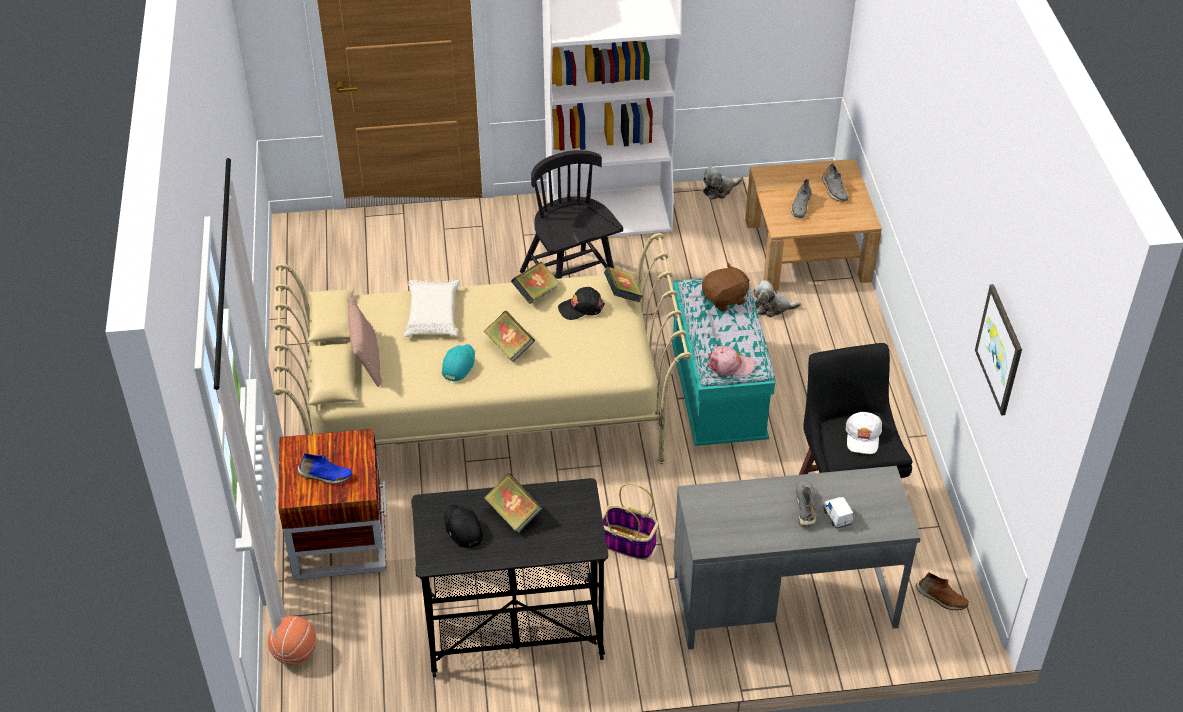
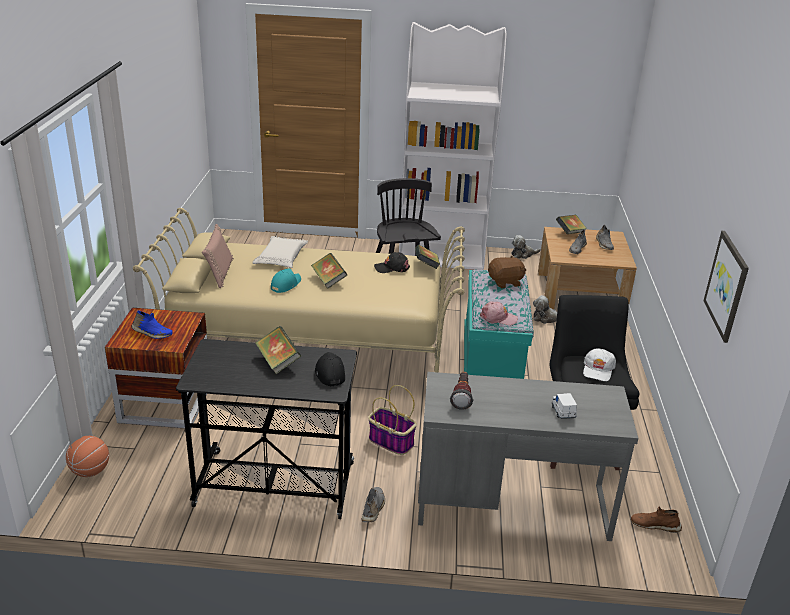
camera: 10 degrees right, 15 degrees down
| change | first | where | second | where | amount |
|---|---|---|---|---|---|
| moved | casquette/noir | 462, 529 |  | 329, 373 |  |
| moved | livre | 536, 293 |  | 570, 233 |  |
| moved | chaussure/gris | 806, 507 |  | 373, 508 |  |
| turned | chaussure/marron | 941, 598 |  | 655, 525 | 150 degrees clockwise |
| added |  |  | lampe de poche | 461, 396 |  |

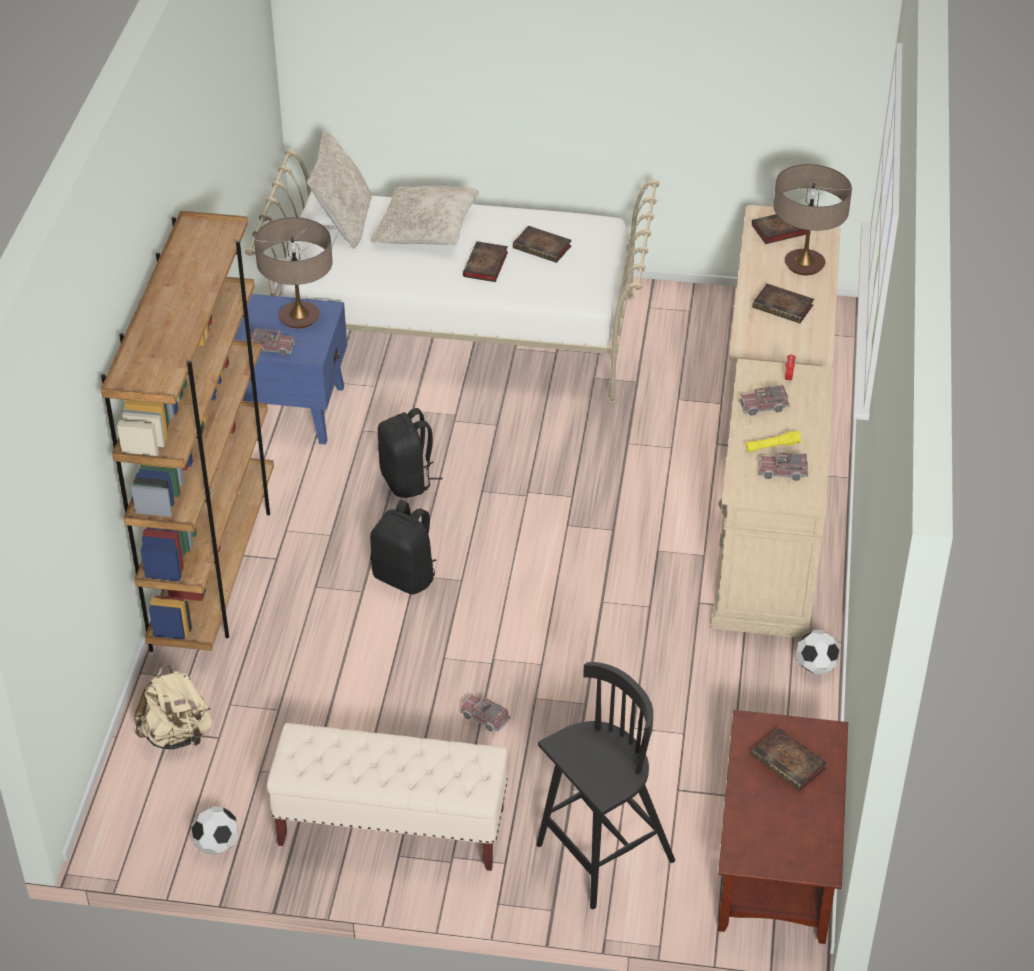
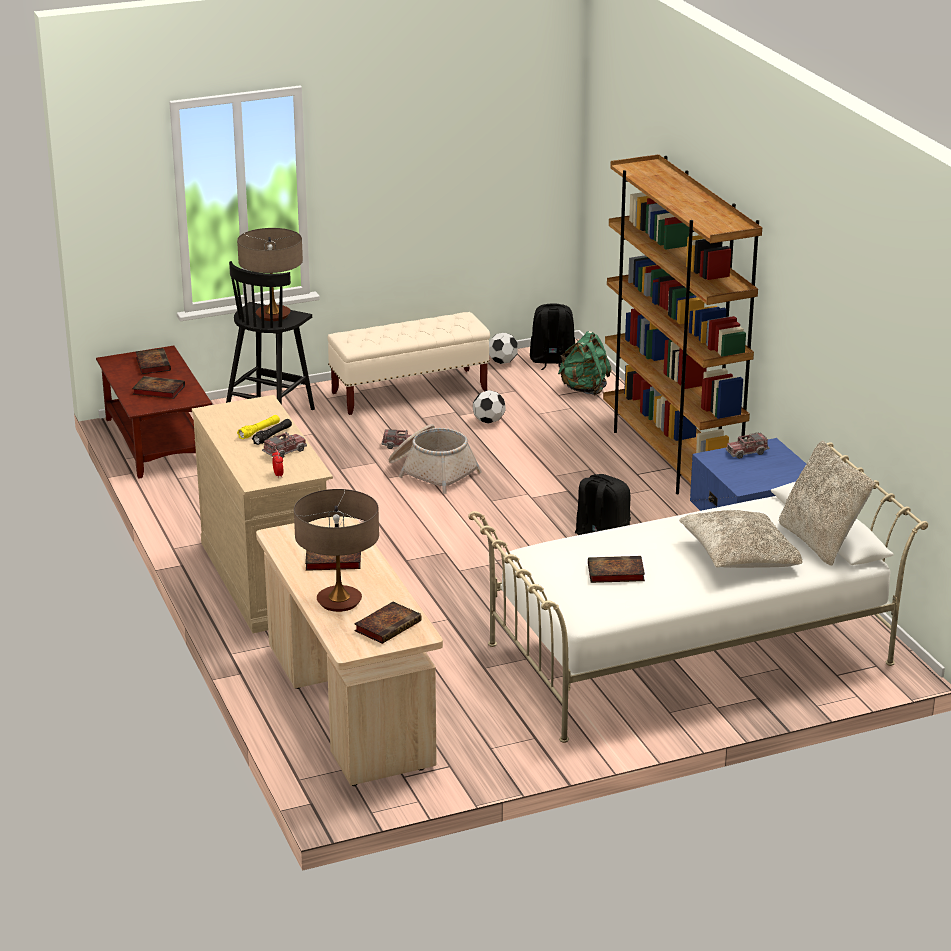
camera: 150 degrees right, 15 degrees down
| change | first | where | second | where | amount |
|---|---|---|---|---|---|
| recoloured | sac à dos/beige | 177, 735 | sac à dos/vert | 584, 389 |  |
| moved | lampe de table | 299, 317 |  | 273, 315 |  |
| moved | sac à dos/noir | 405, 577 |  | 552, 361 |  |
| moved | livre | 485, 265 |  | 152, 364 |  |
| removed | camion jouet | 783, 472 |  |  |  |
| moved | ballon de foot | 815, 666 |  | 489, 421 |  |
| added |  |  | lampe de poche/noir | 272, 436 |  |
| added |  |  | panier | 432, 471 |  |

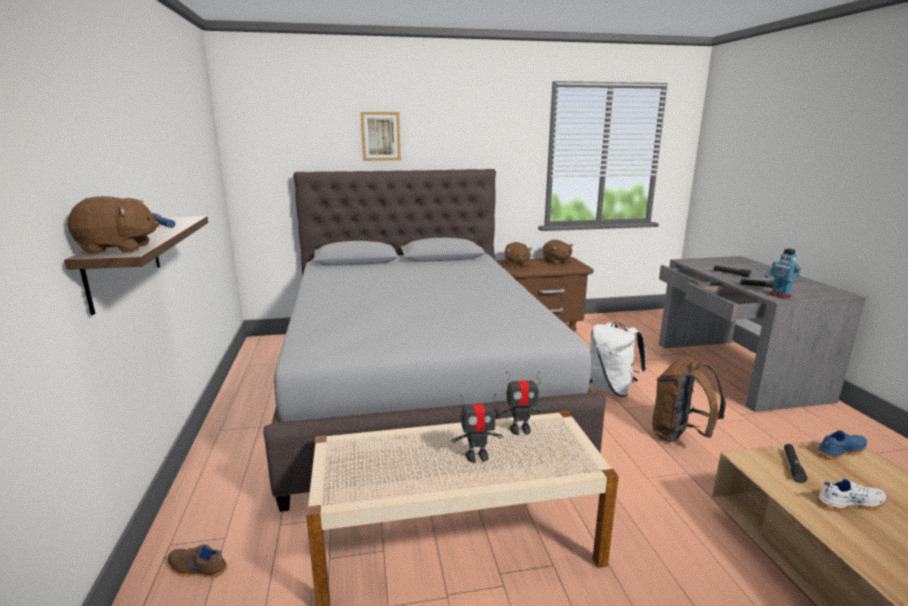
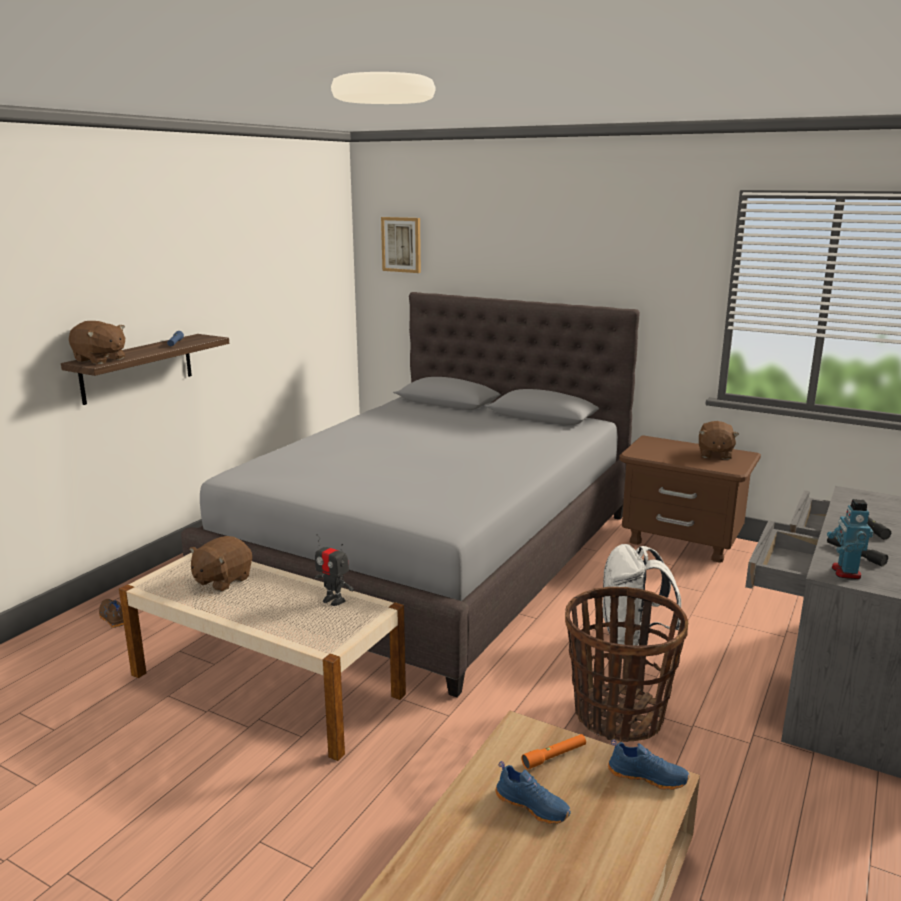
camera: 40 degrees right, 0 degrees up
| change | first | where | second | where | amount |
|---|---|---|---|---|---|
| moved | tableau | 380, 136 |  | 402, 244 |  |
| removed | robot jouet | 477, 456 |  |  |  |
| moved | peluche/marron | 516, 265 |  | 222, 580 |  |
| replaced | sac à dos/marron | 680, 436 | panier | 617, 715 |  |
| recoloured | lampe de poche/noir | 793, 466 | lampe de poche/orange | 554, 756 |  |
| recoloured | chaussure/blanc | 848, 503 | chaussure/bleu | 533, 805 |  |

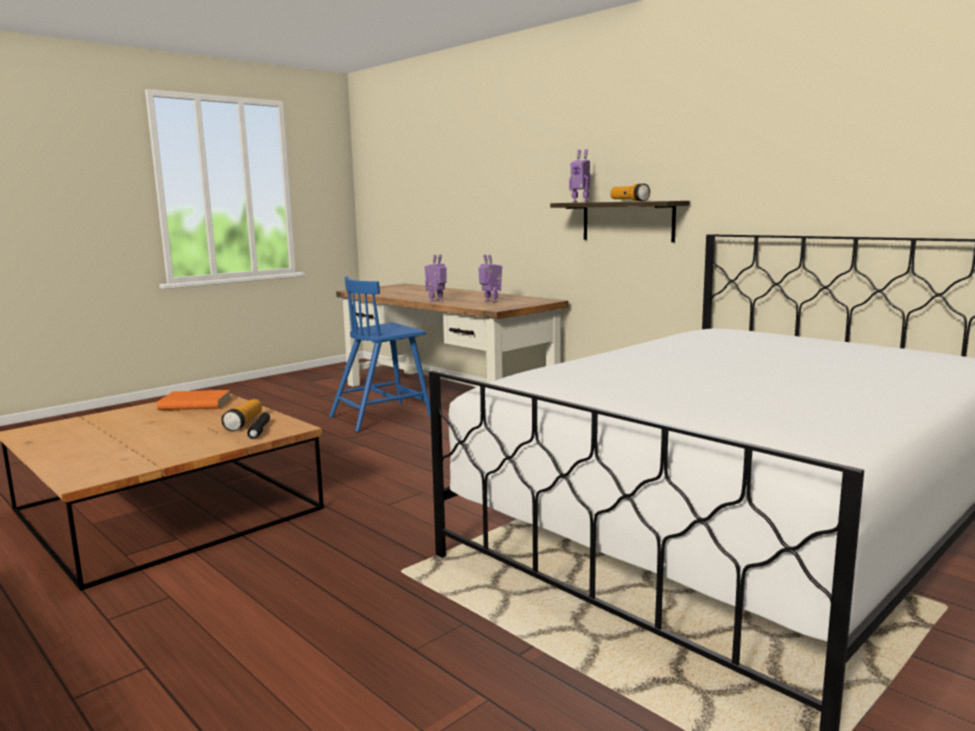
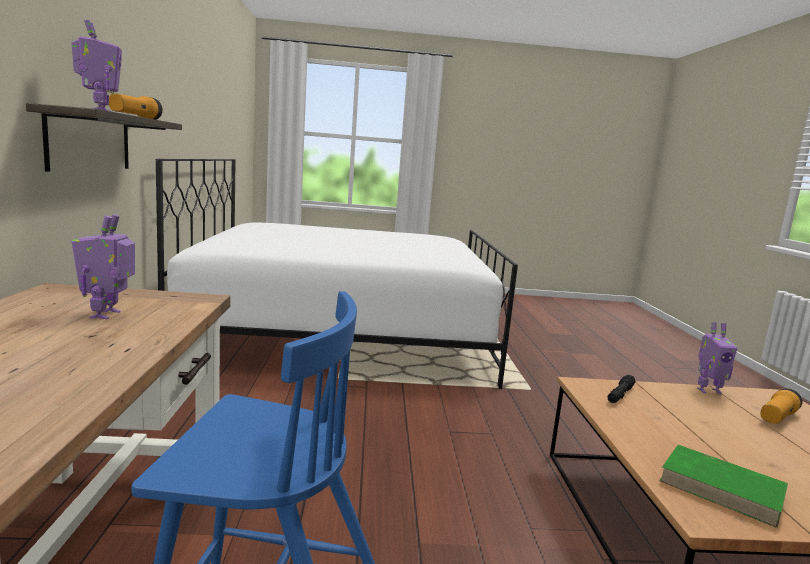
camera: 140 degrees left, 0 degrees up
| change | first | where | second | where | amount |
|---|---|---|---|---|---|
| recoloured | livre/orange | 194, 404 | livre/vert | 722, 488 |  |
| moved | lampe de poche | 244, 423 |  | 777, 417 |  |
| moved | robot jouet | 436, 301 |  | 708, 390 |  |

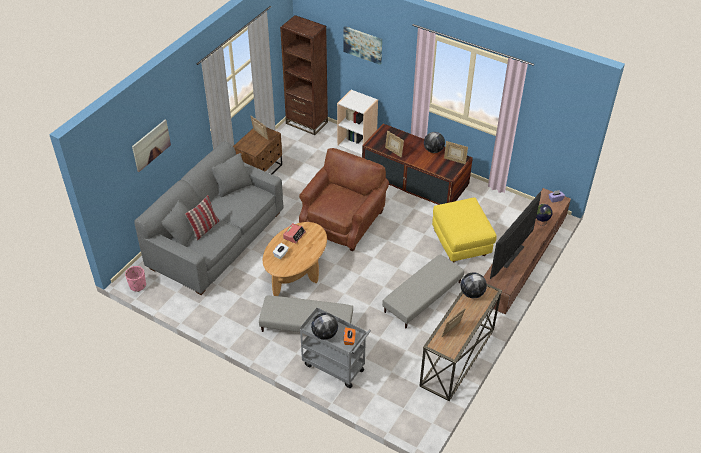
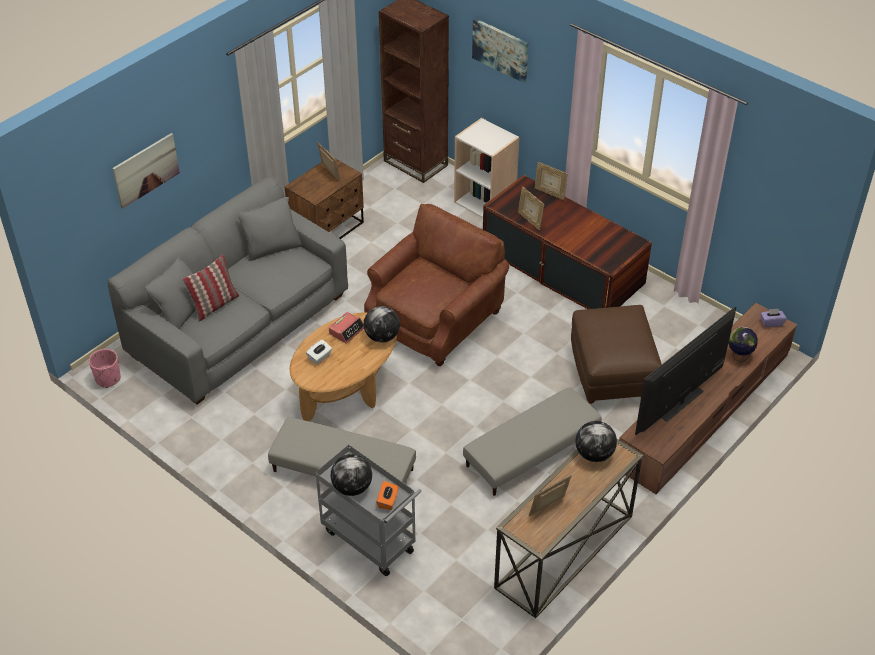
camera: 10 degrees right, 0 degrees up
| change | first | where | second | where | amount |
|---|---|---|---|---|---|
| moved | globe | 433, 150 |  | 382, 337 |  |
| recoloured | pouf/jaune | 461, 243 | pouf/marron | 612, 374 |  |
| moved | cadre photo | 454, 160 |  | 549, 193 |  |

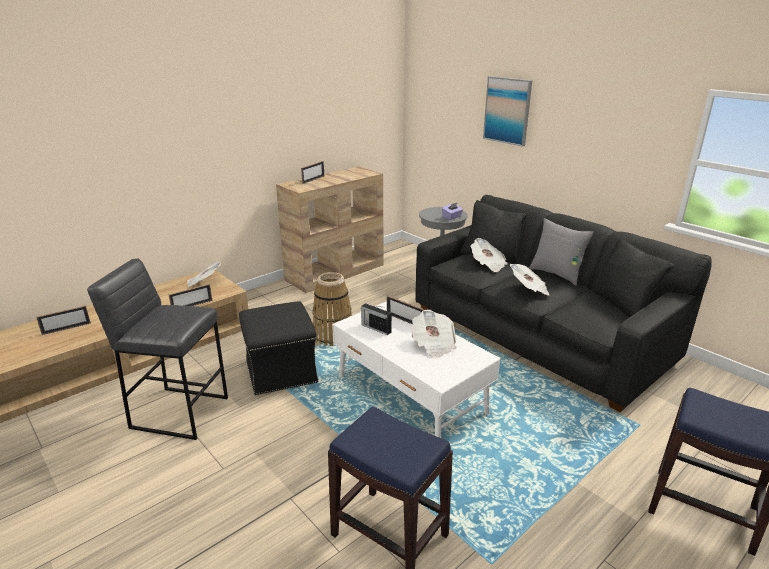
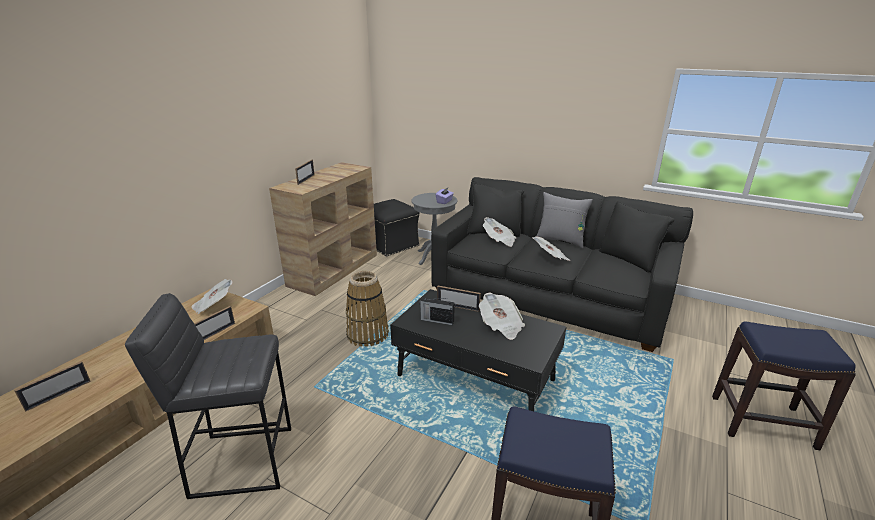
camera: 20 degrees left, 0 degrees up
| change | first | where | second | where | amount |
|---|---|---|---|---|---|
| moved | pouf/noir | 281, 371 |  | 391, 244 |  |
| recoloured | table basse/blanc | 411, 394 | table basse/noir | 476, 378 |  |
| removed | tableau | 507, 110 |  |  |  |

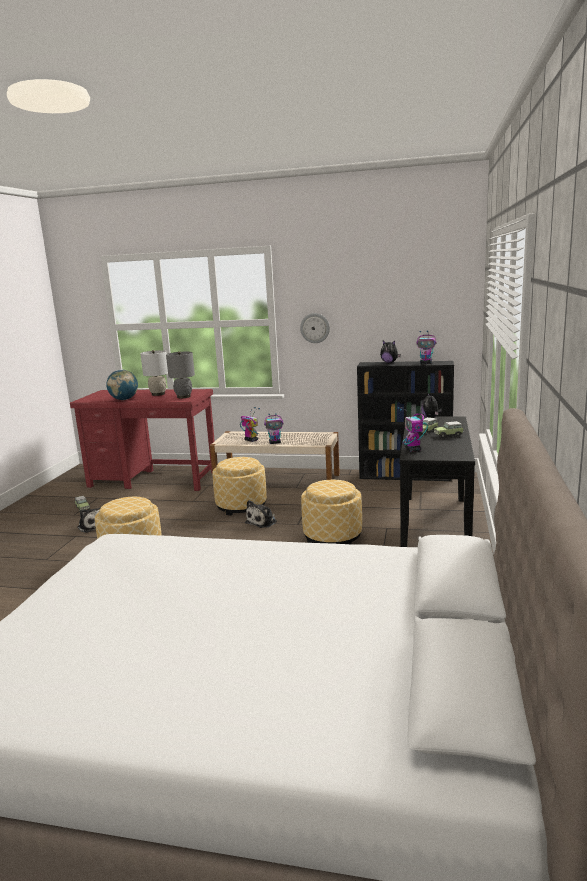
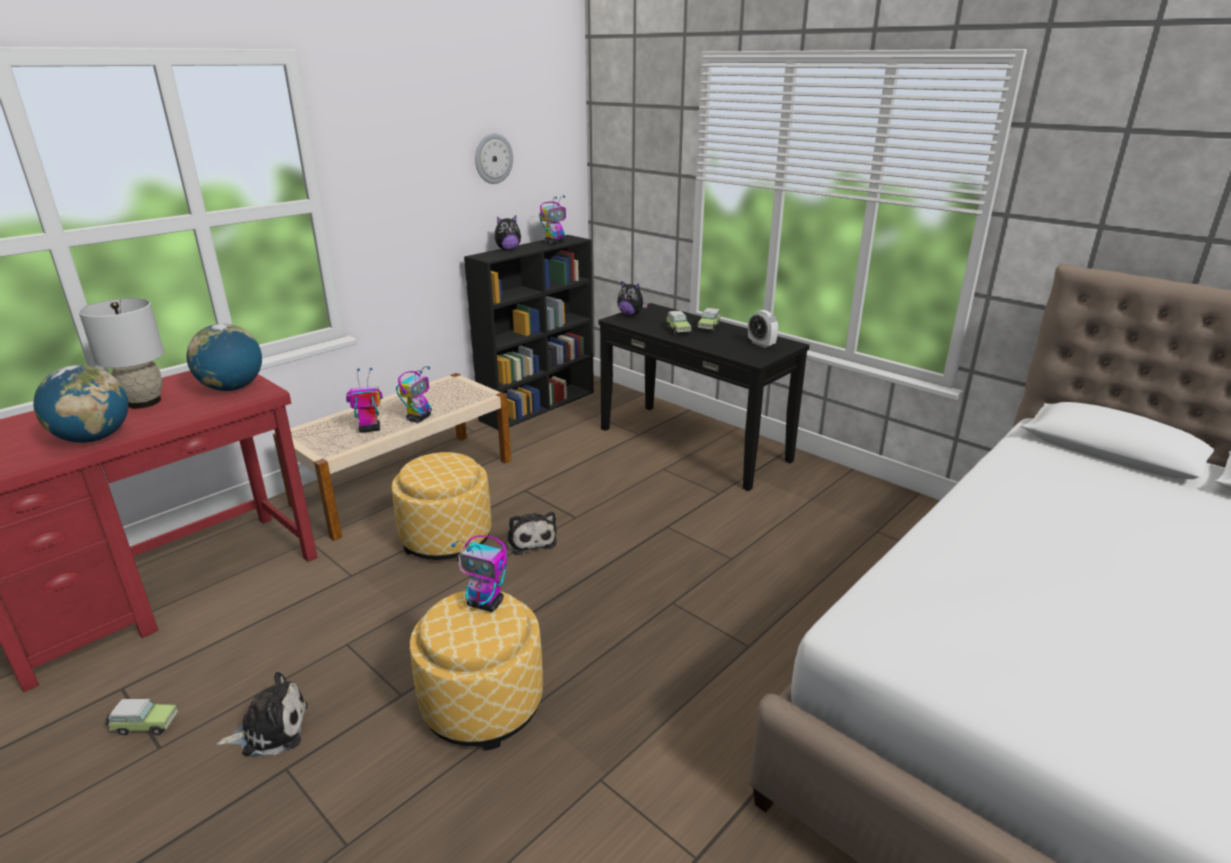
camera: 60 degrees left, 10 degrees up
| change | first | where | second | where | amount |
|---|---|---|---|---|---|
| replaced | lampe de table/gris | 183, 397 | globe | 232, 388 |  |
| moved | horloge murale | 315, 328 |  | 493, 158 |  |
| removed | pouf | 332, 536 |  |  |  |
| moved | robot jouet | 413, 450 |  | 486, 604 |  |
| added |  |  | réveil | 761, 344 |  |

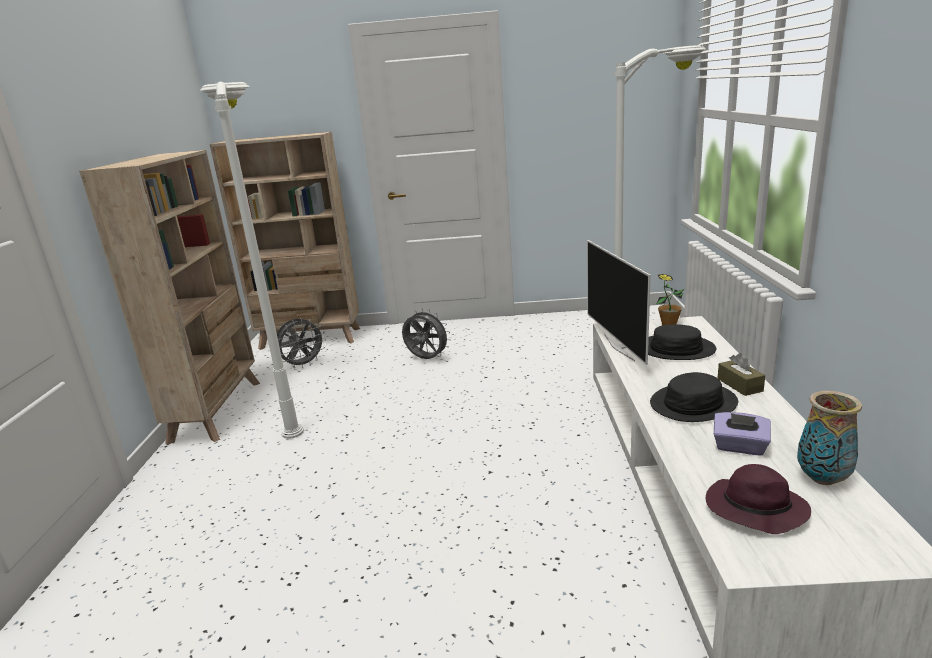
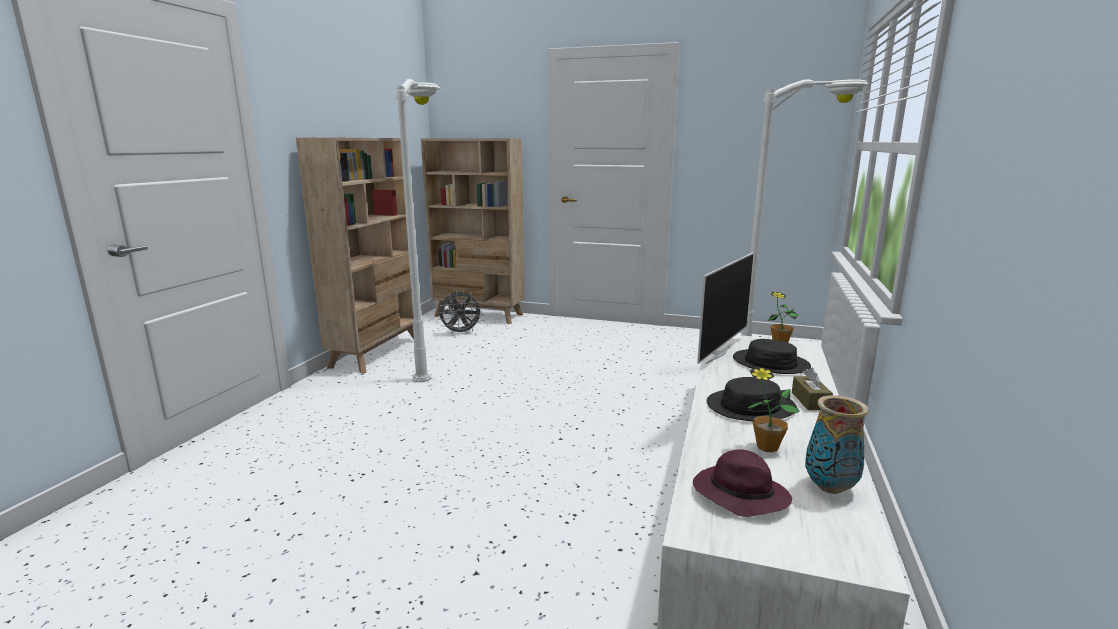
camera: 15 degrees right, 5 degrees down
| change | first | where | second | where | amount |
|---|---|---|---|---|---|
| removed | ventilateur/gris | 426, 359 |  |  |  |
| turned | téléviseur | 620, 347 |  | 717, 353 | 150 degrees counterclockwise |
| replaced | boîte à mouchoirs/violet | 739, 447 | plante en pot | 767, 447 |  |

